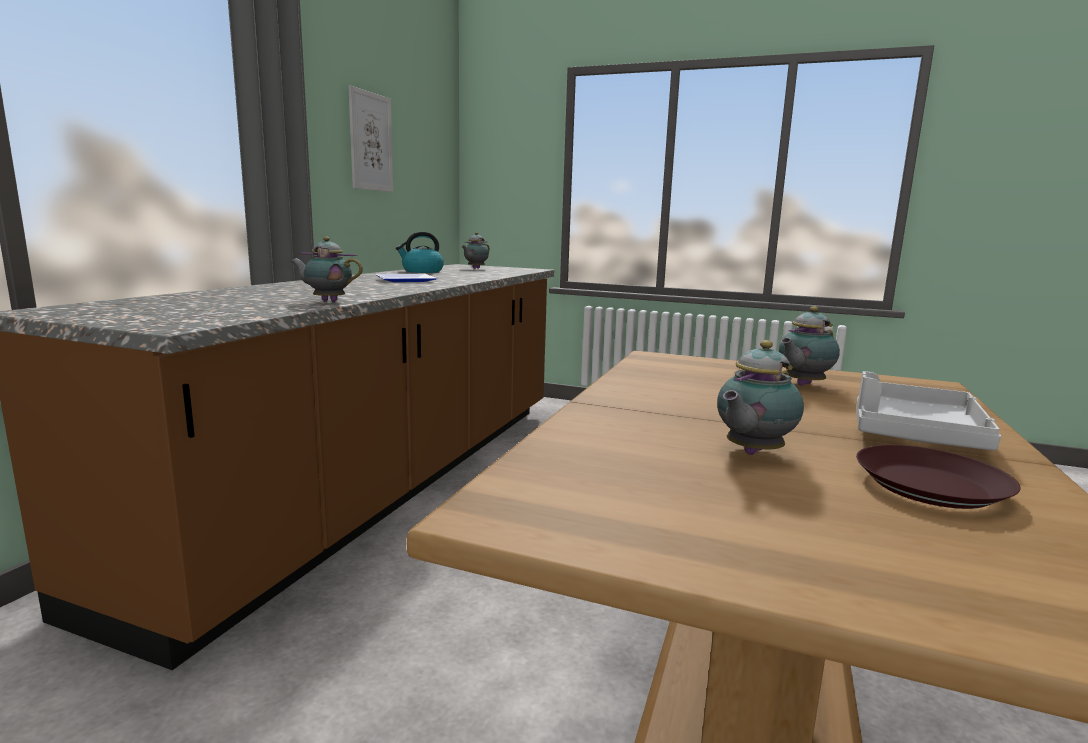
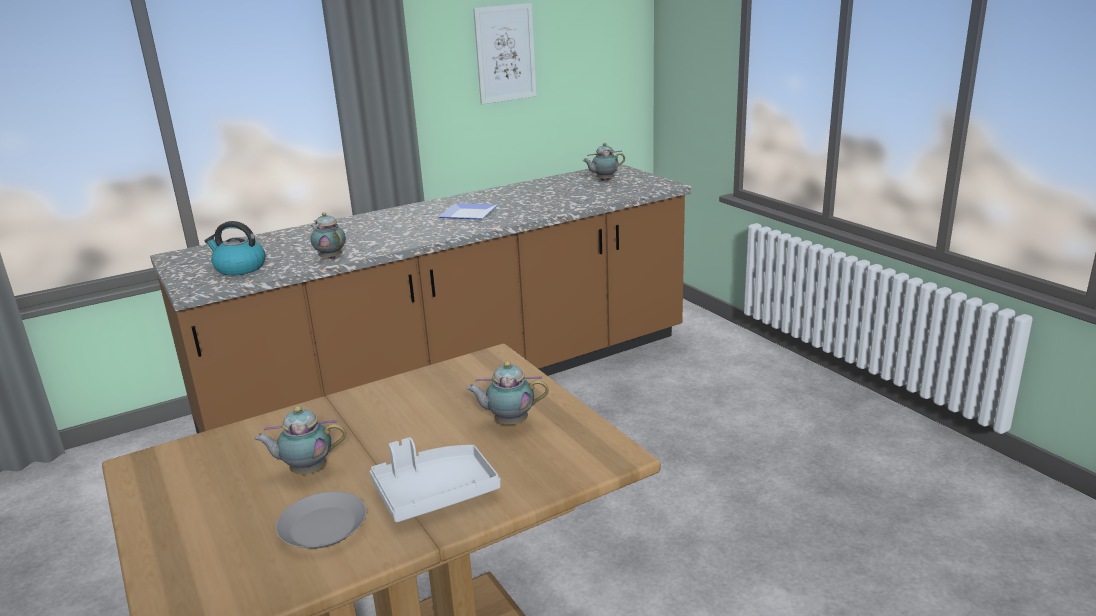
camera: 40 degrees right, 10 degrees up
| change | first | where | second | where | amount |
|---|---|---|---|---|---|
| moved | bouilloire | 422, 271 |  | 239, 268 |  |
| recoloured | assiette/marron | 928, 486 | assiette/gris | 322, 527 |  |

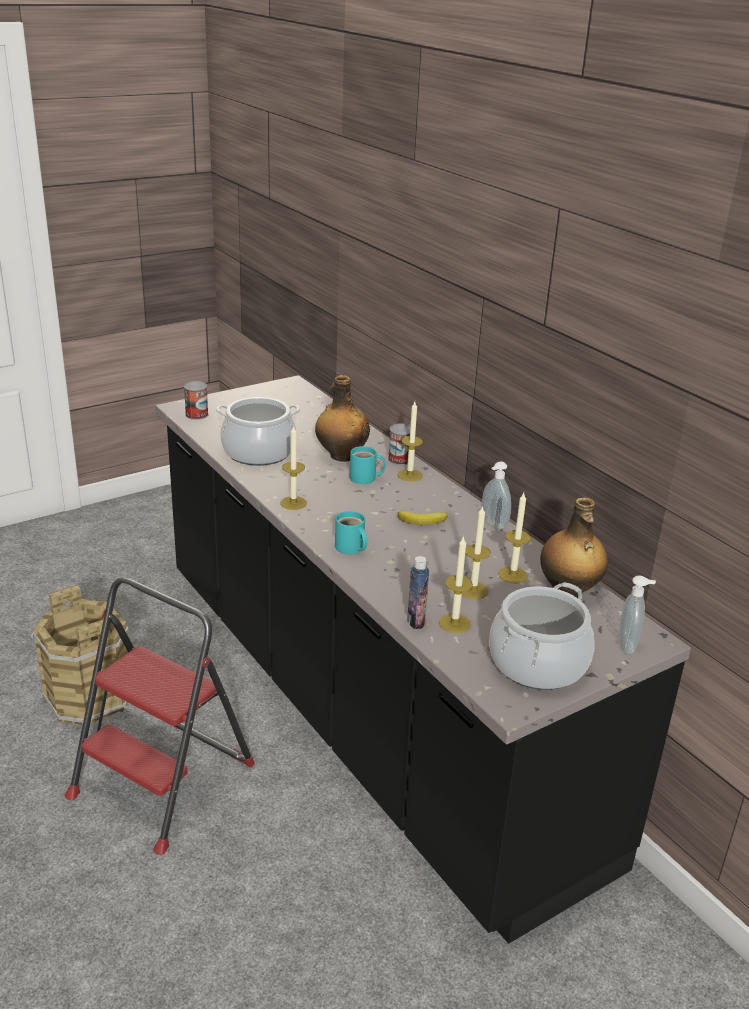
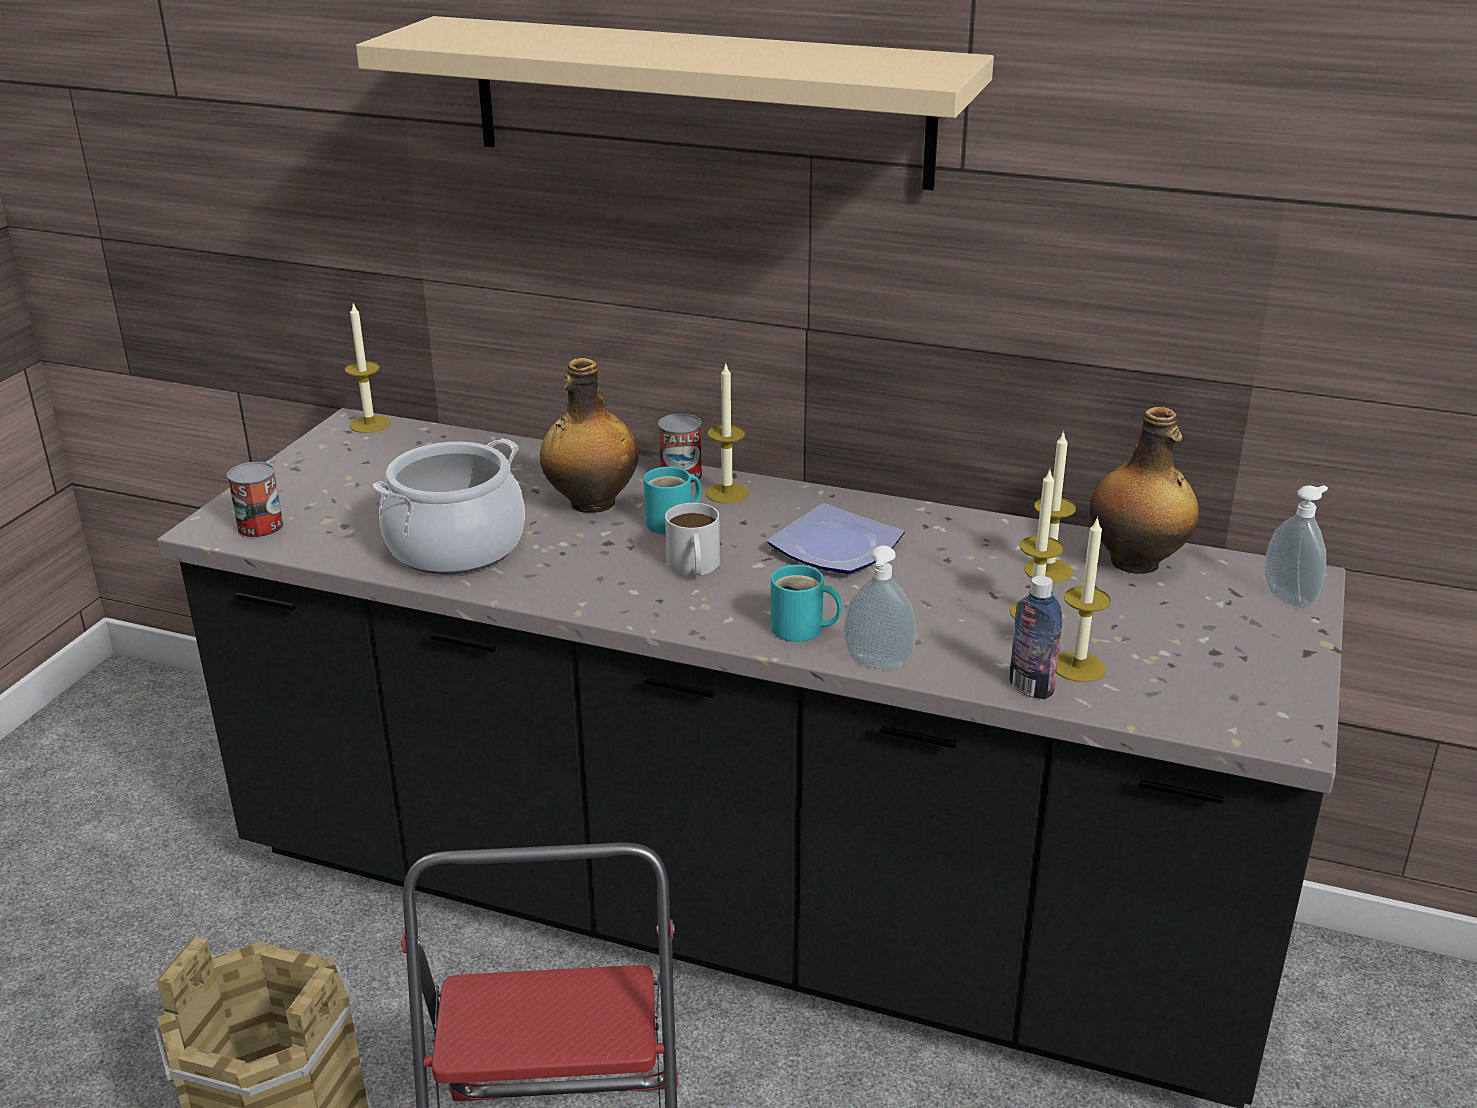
camera: 35 degrees left, 0 degrees up
| change | first | where | second | where | amount |
|---|---|---|---|---|---|
| moved | bougie | 293, 503 |  | 369, 424 |  |
| replaced | banane | 424, 520 | assiette | 838, 547 |  |
| moved | distributeur de savon | 492, 524 |  | 877, 665 |  |
| removed | marmite | 537, 663 |  |  |  |
| added |  |  | étagère/beige | 698, 101 |  |
| added |  |  | mug/blanc | 694, 568 |  |

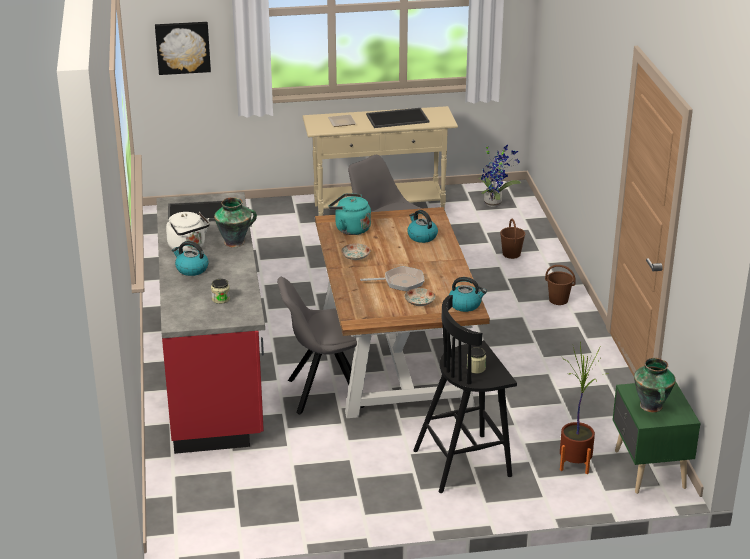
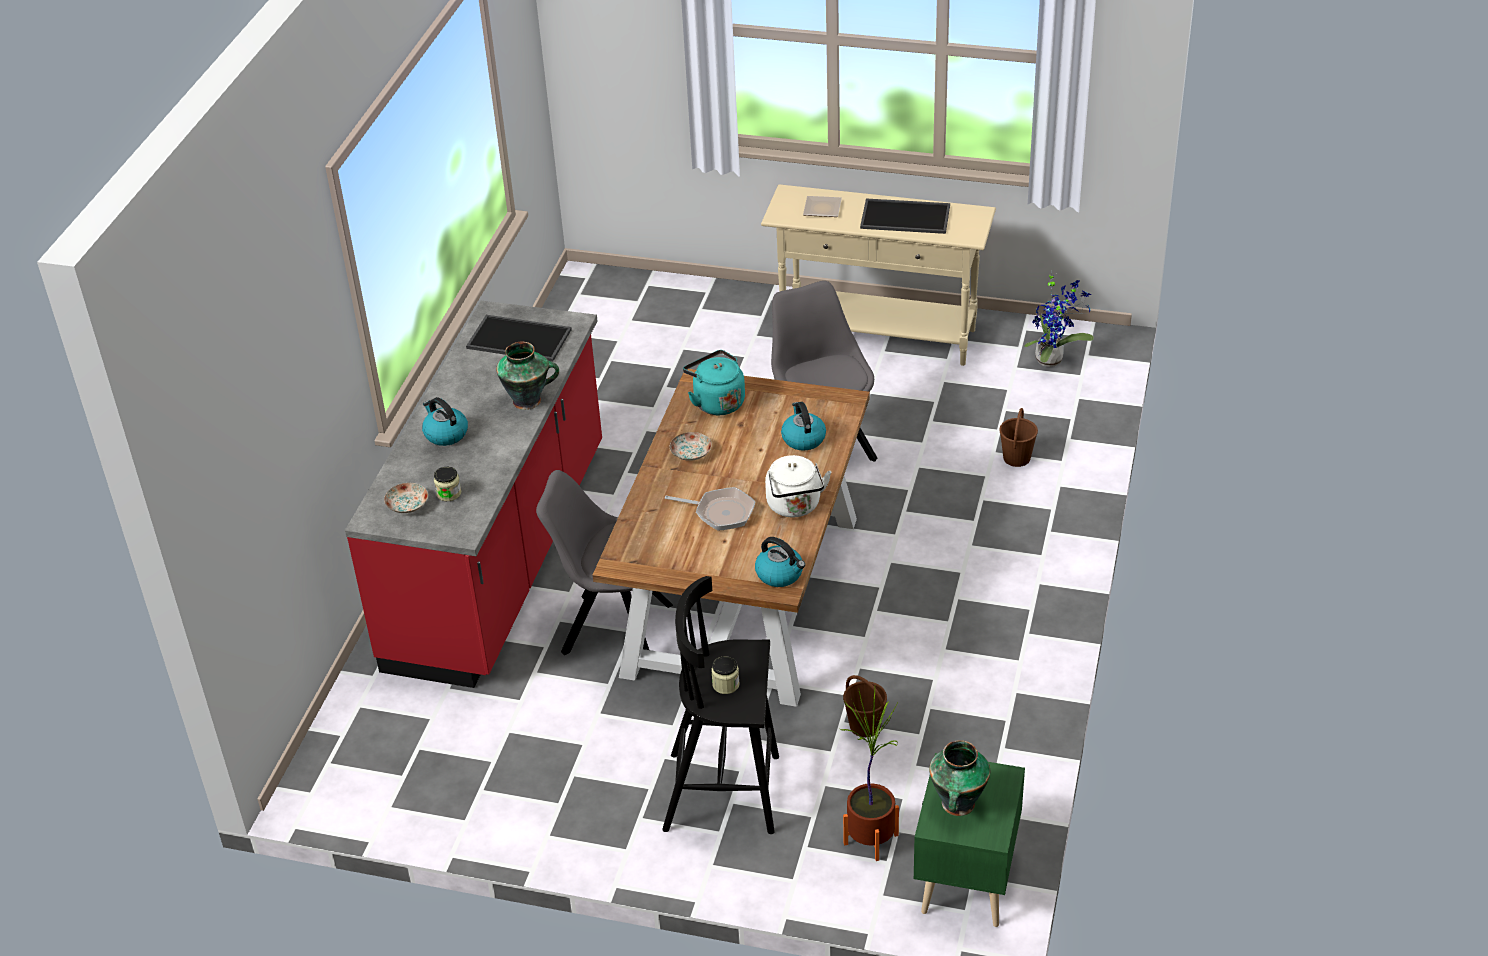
camera: 25 degrees right, 10 degrees up
| change | first | where | second | where | amount |
|---|---|---|---|---|---|
| removed | tableau | 183, 47 |  |  |  |
| moved | bouilloire/blanc | 188, 247 |  | 795, 506 |  |
| moved | assiette | 419, 302 |  | 407, 505 |  |
| moved | seau/marron | 559, 300 |  | 865, 726 |  |

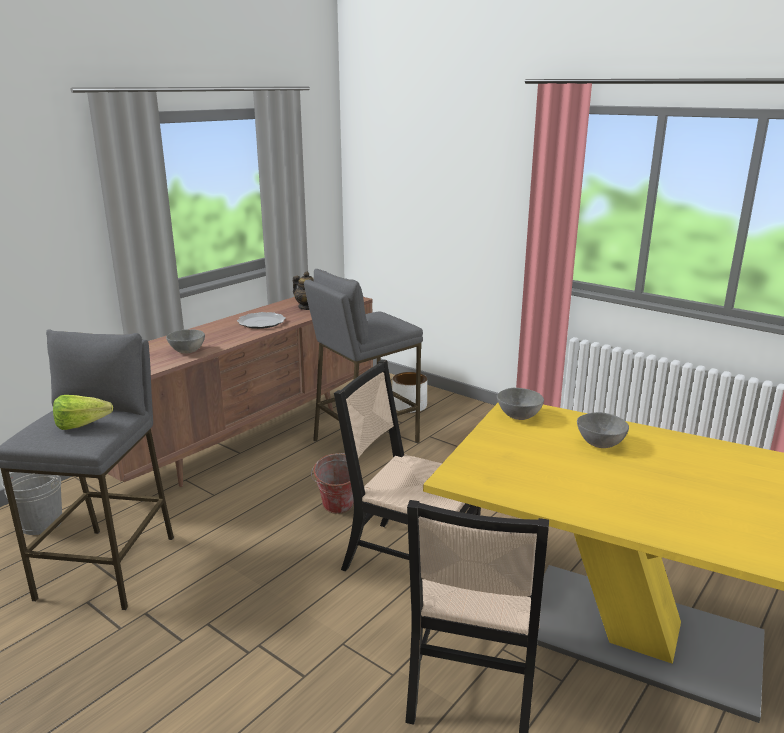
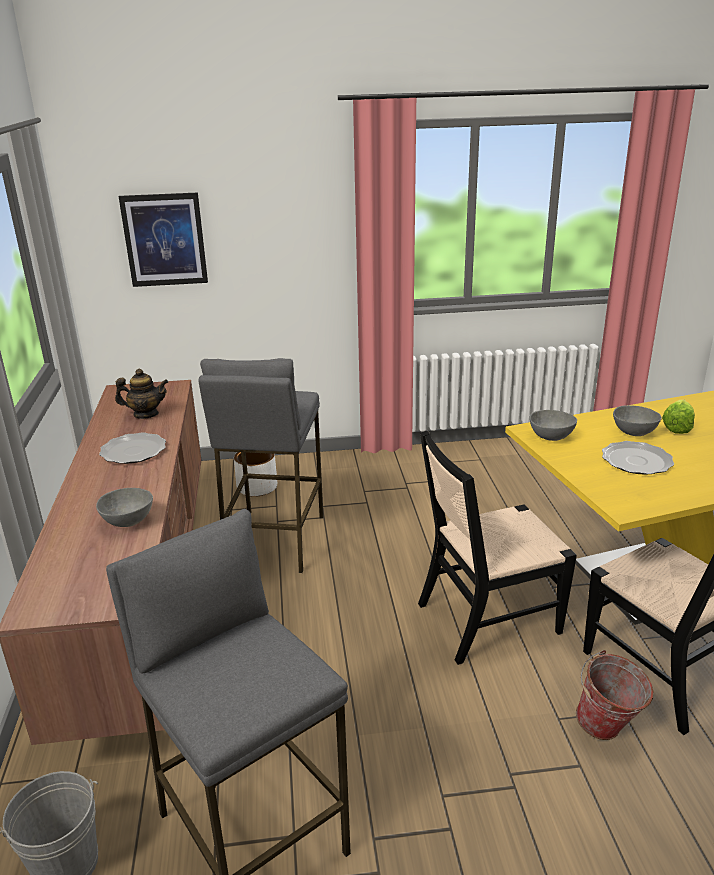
camera: 45 degrees left, 5 degrees up
| change | first | where | second | where | amount |
|---|---|---|---|---|---|
| moved | laitue | 86, 425 |  | 678, 426 |  |
| moved | seau | 336, 510 |  | 607, 731 |  |
| added |  |  | tableau | 164, 240 |  |
| added |  |  | assiette | 636, 461 |  |

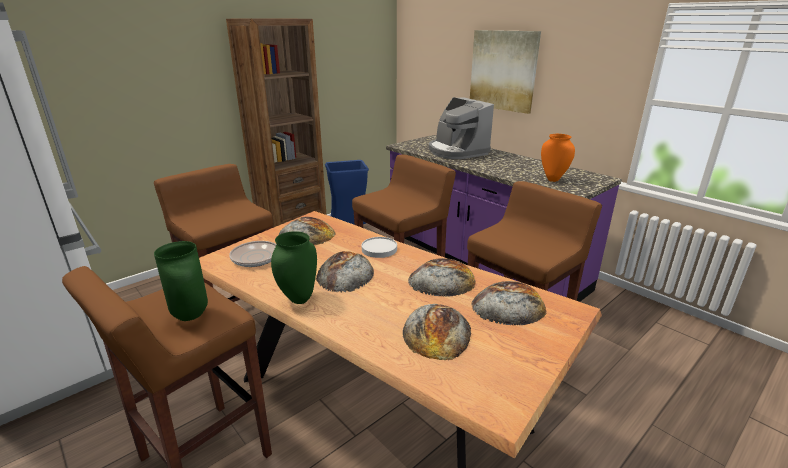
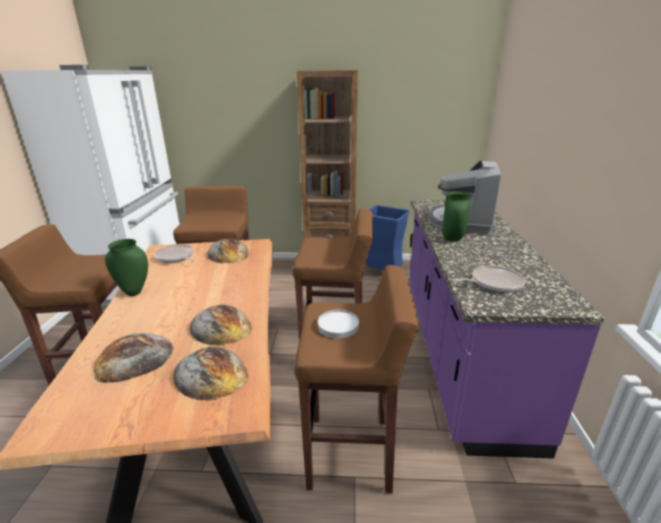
camera: 45 degrees right, 0 degrees up
| change | first | where | second | where | amount |
|---|---|---|---|---|---|
| moved | vase/vert | 192, 315 |  | 453, 239 |  |
| removed | pain | 345, 274 |  |  |  |
| moved | assiette/blanc | 379, 249 |  | 338, 326 |  |
| removed | tableau | 503, 70 |  |  |  |
| replaced | vase/orange | 552, 180 | poêle | 493, 283 |  |

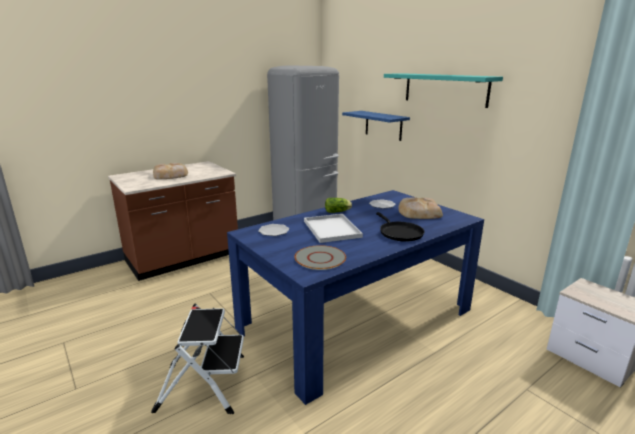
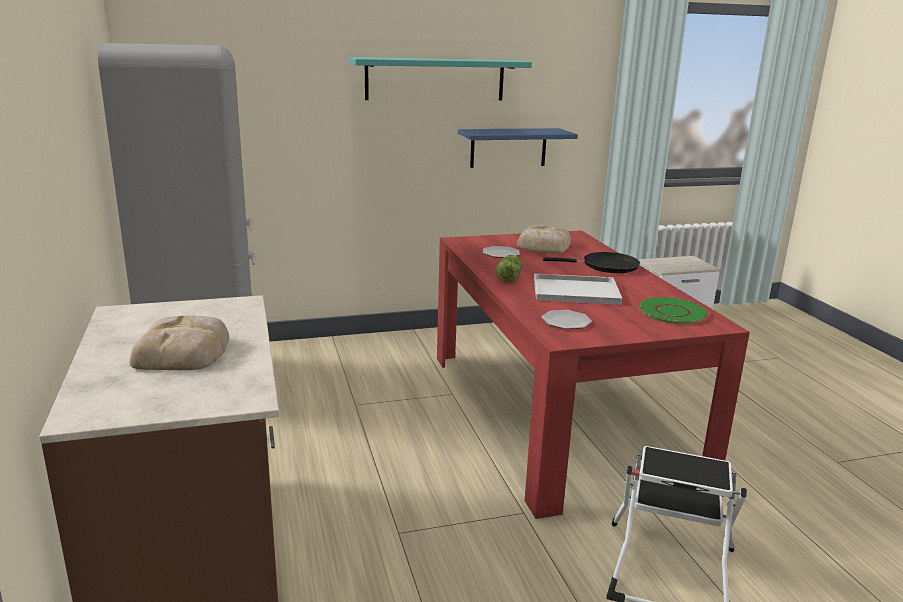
camera: 70 degrees left, 0 degrees up
| change | first | where | second | where | amount |
|---|---|---|---|---|---|
| recoloured | table à manger/bleu | 356, 319 | table à manger/rouge | 557, 414 |  |
| recoloured | assiette/gris | 320, 258 | assiette/vert | 672, 312 |  |
| moved | étagère/bleu | 383, 125 |  | 508, 147 |  |

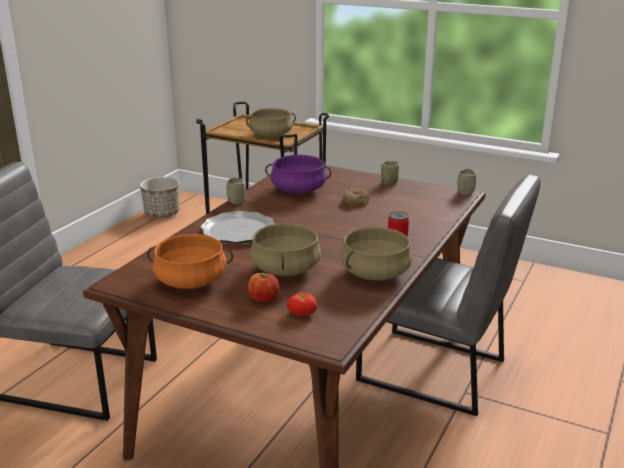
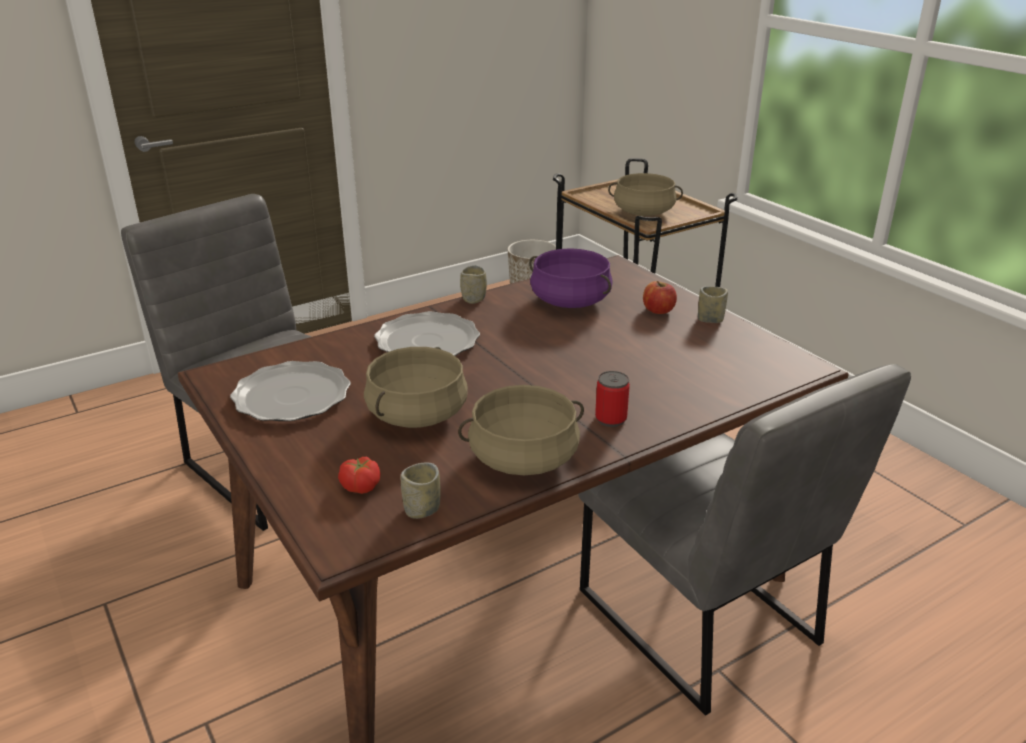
camera: 30 degrees right, 5 degrees up
| change | first | where | second | where | amount |
|---|---|---|---|---|---|
| replaced | marmite/orange | 191, 281 | assiette | 293, 396 |  |
| moved | pomme | 264, 298 |  | 658, 310 |  |
| removed | beignet | 356, 201 |  |  |  |
| moved | tasse | 465, 192 |  | 422, 509 |  |

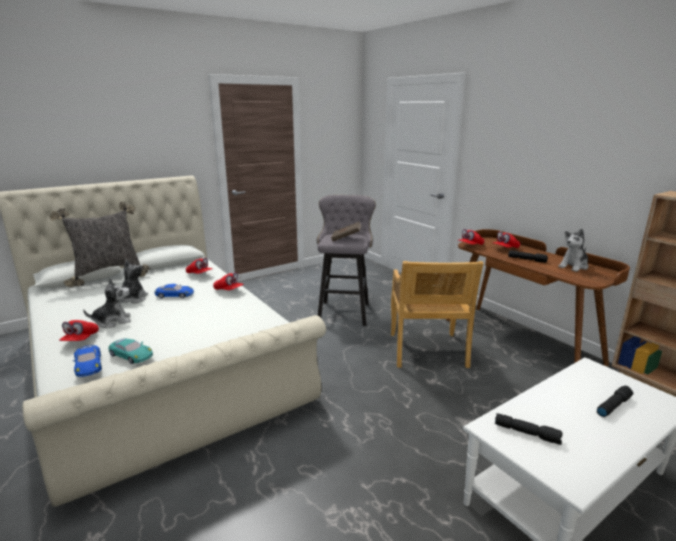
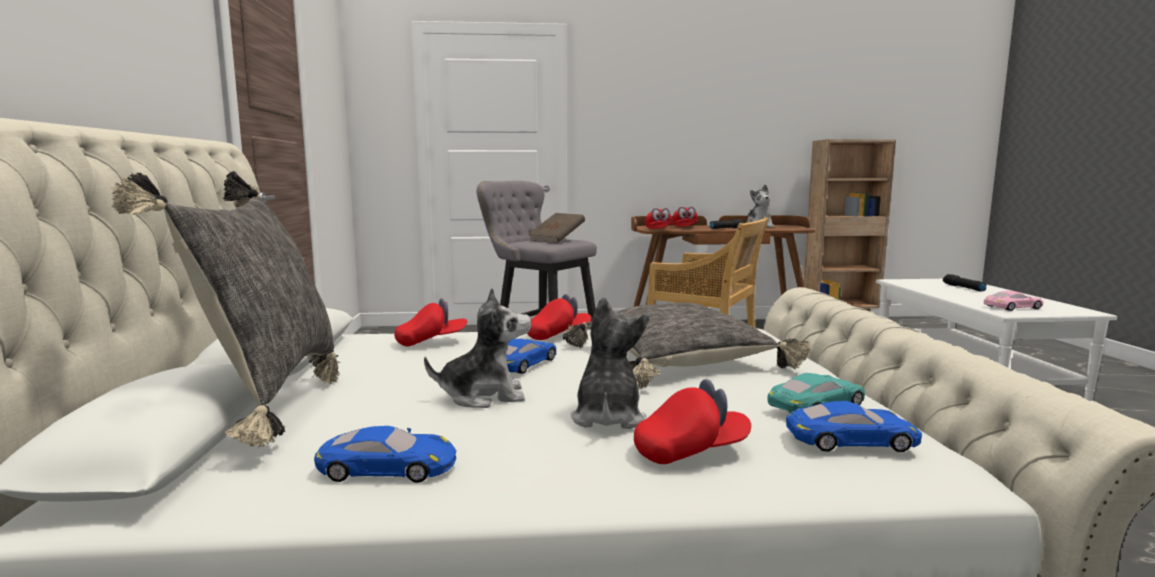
camera: 60 degrees left, 10 degrees down
| change | first | where | second | where | amount |
|---|---|---|---|---|---|
| turned | casquette/rouge | 80, 340 |  | 691, 451 | 45 degrees counterclockwise |
| turned | peluche | 132, 299 |  | 484, 396 | 135 degrees clockwise |
| replaced | lampe de poche/noir | 527, 433 | petite voiture/rose | 1012, 307 |  |
| added |  |  | petite voiture/bleu | 387, 468 |  |
| added |  |  | coussin | 676, 357 |  |

